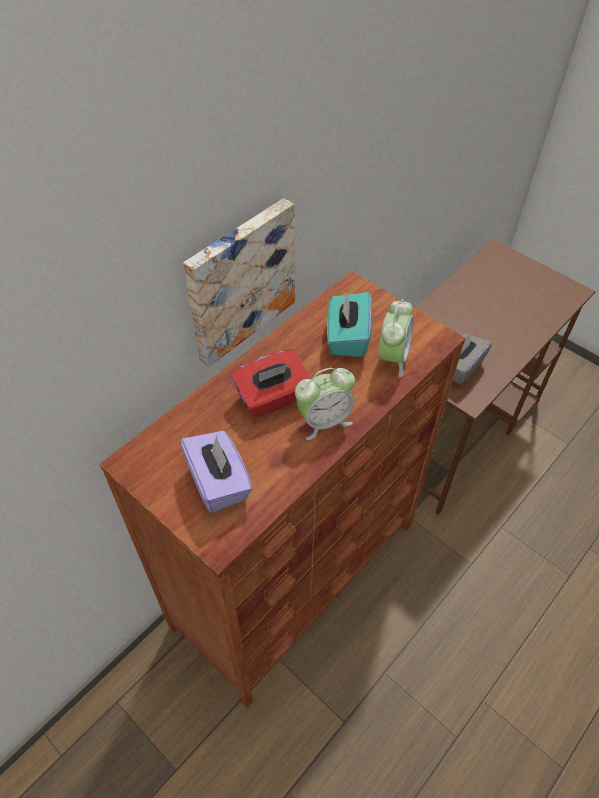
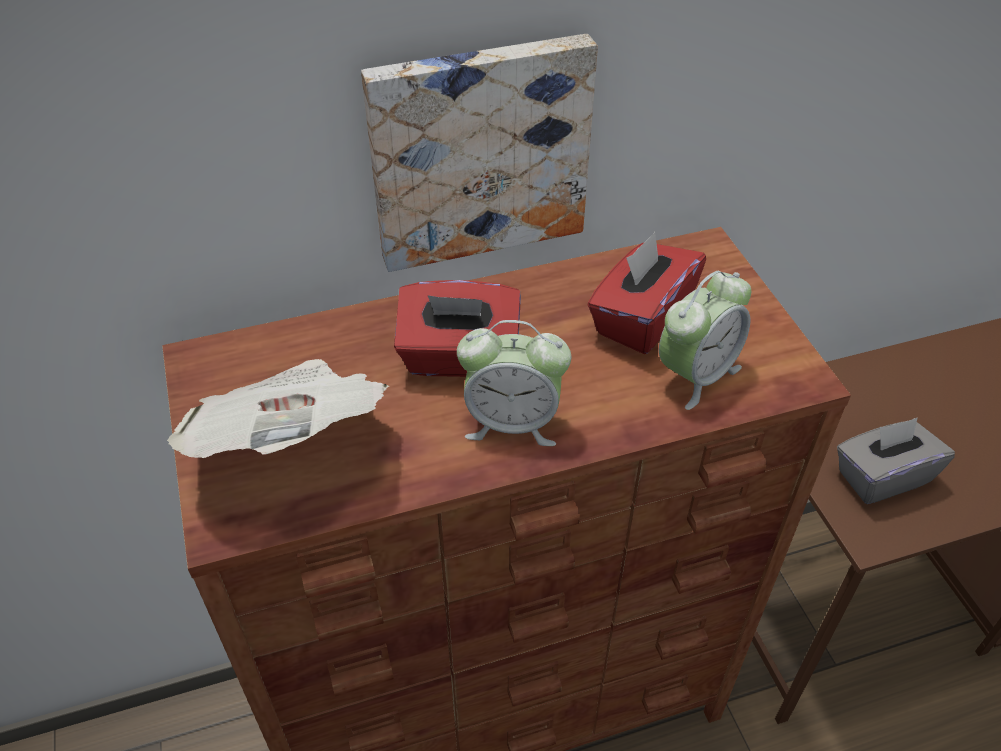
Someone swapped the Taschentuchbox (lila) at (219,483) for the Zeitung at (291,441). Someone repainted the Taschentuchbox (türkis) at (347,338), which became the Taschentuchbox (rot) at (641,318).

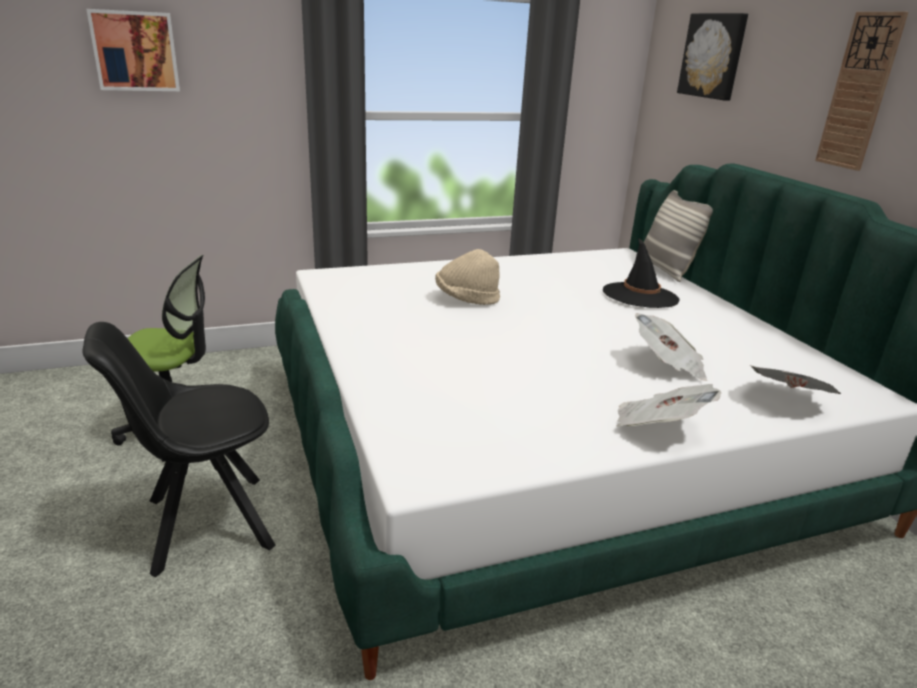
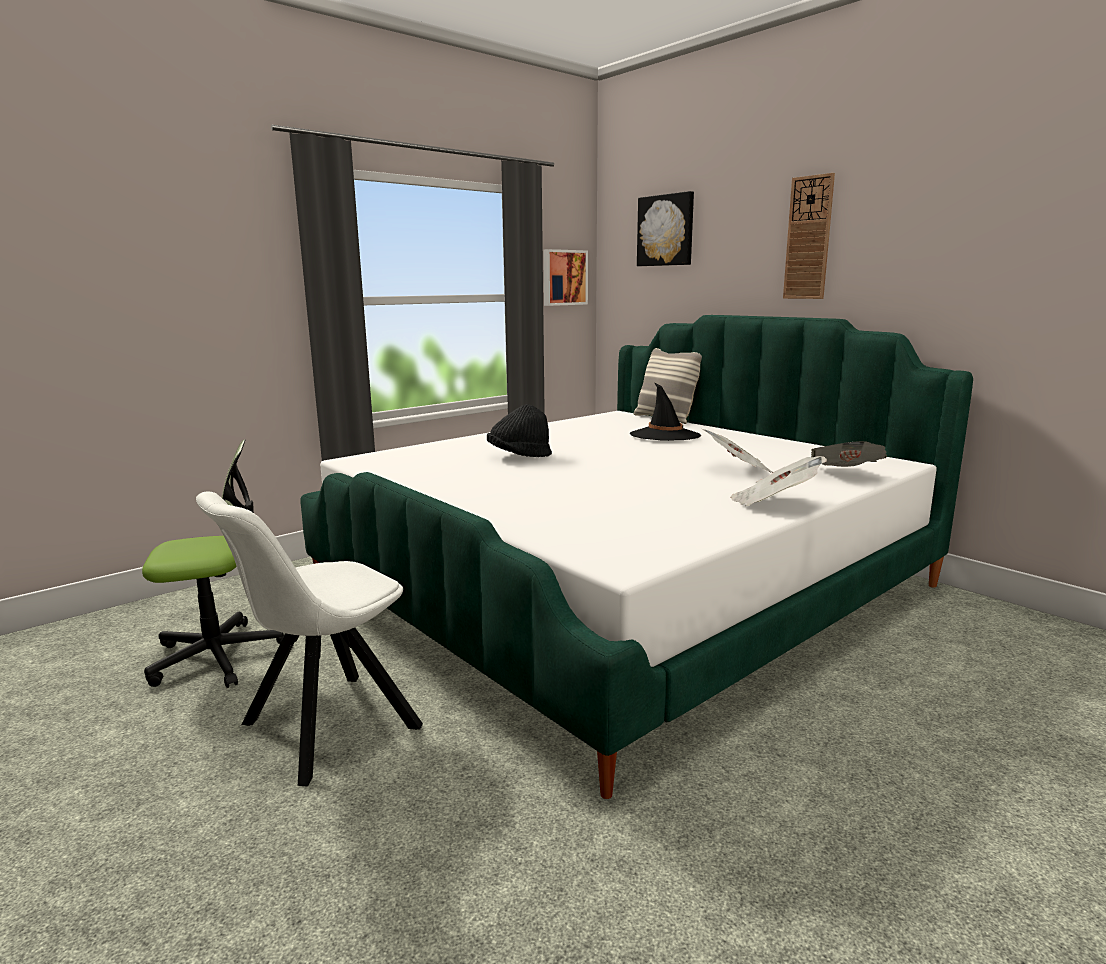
Someone repainted the Stuhl (schwarz) at (205,524), which became the Stuhl (weiß) at (326,727). Someone repainted the Hut (beige) at (466,299), which became the Hut (schwarz) at (519,457). Someone carried the Bild from (135,51) to (564,277).

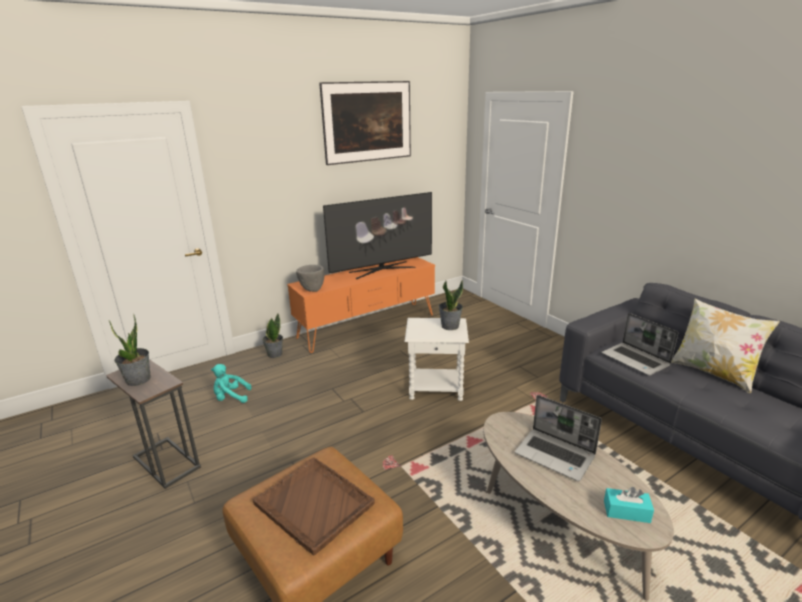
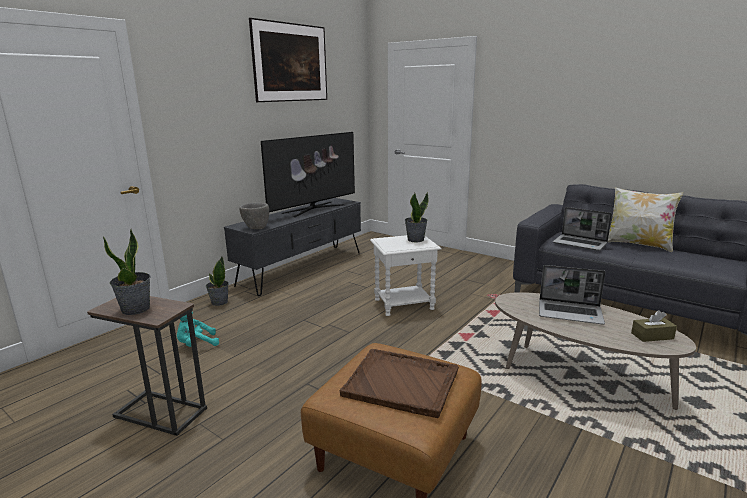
Someone repainted the Fernsehschrank (orange) at (368,326), which became the Fernsehschrank (grau) at (303,268). Someone repainted the Taschentuchbox (türkis) at (626,511), which became the Taschentuchbox (braun) at (652,336).

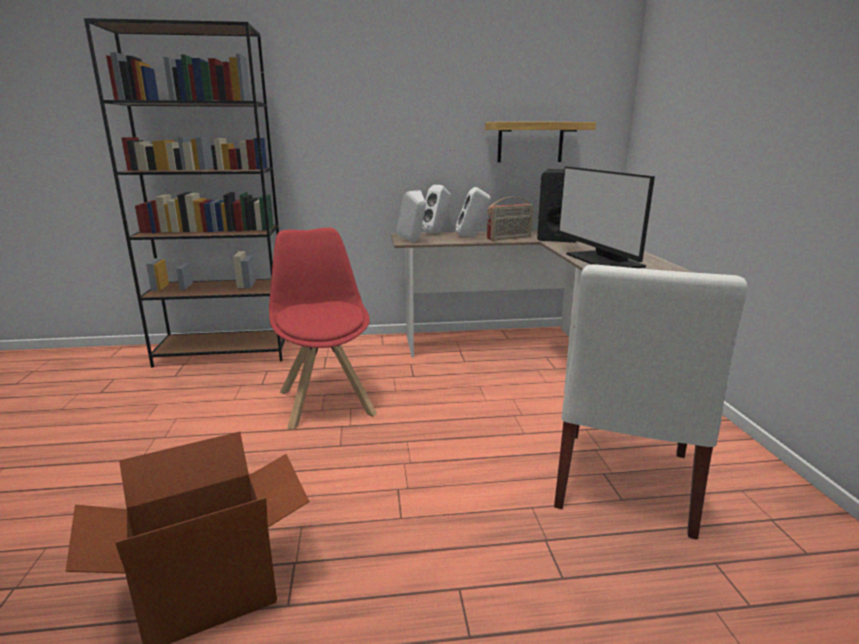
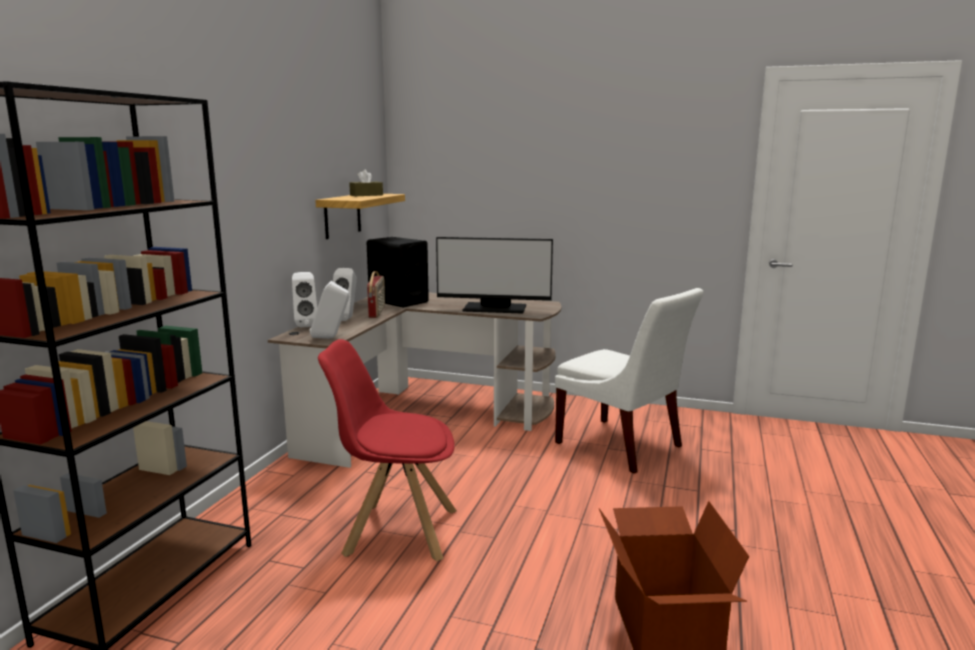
Someone put down the Taschentuchbox (braun) at (366,195).

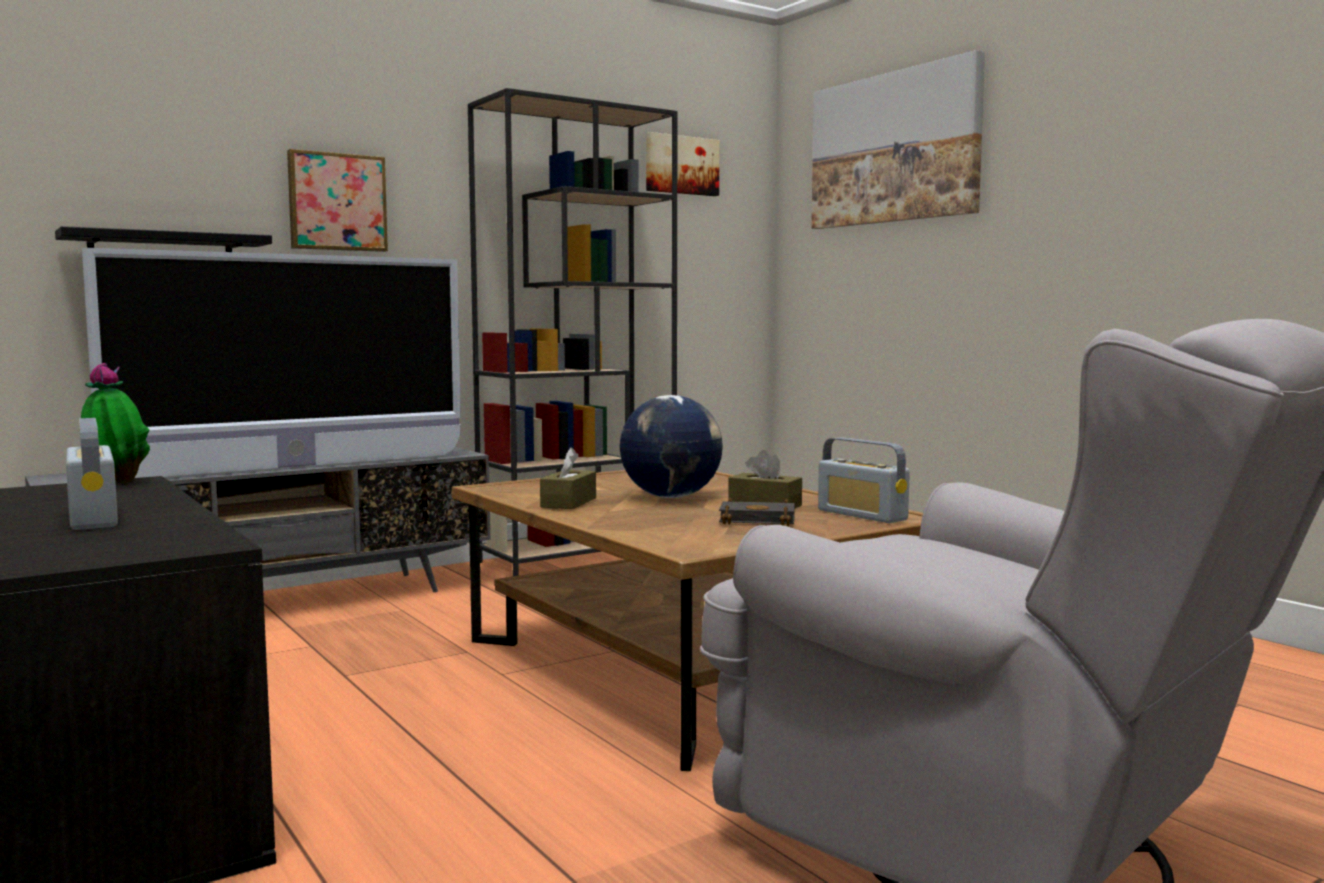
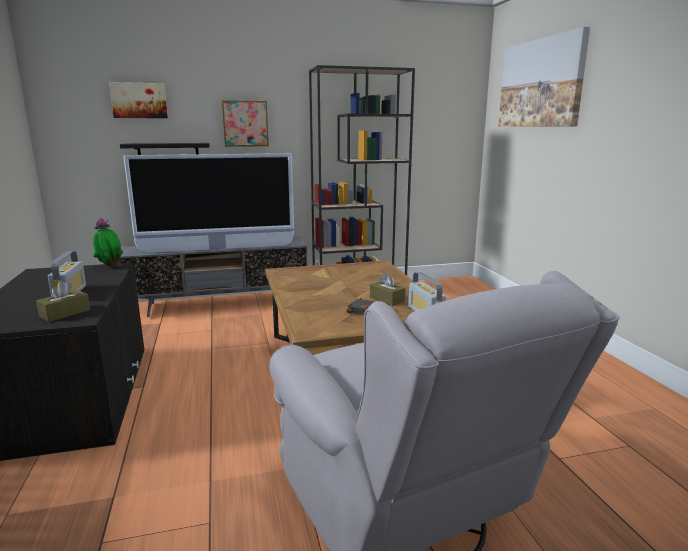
Someone carried the Taschentuchbox (braun) from (568,502) to (65,313). Someone carried the Bild from (681,165) to (139,100). Someone took away the Globus at (672,497).

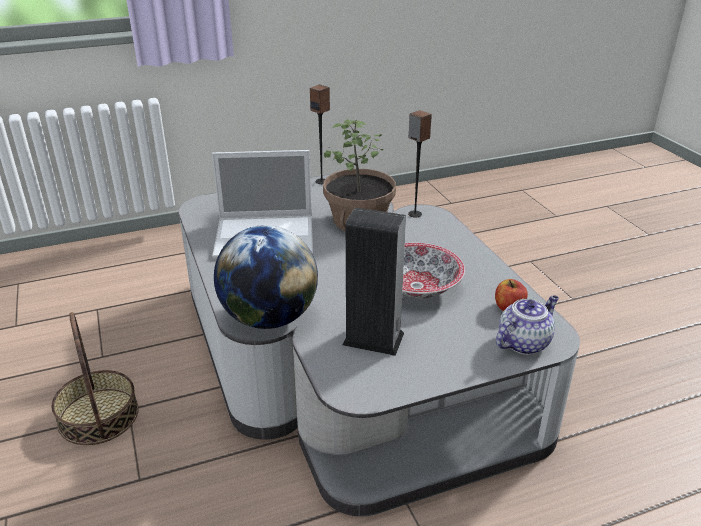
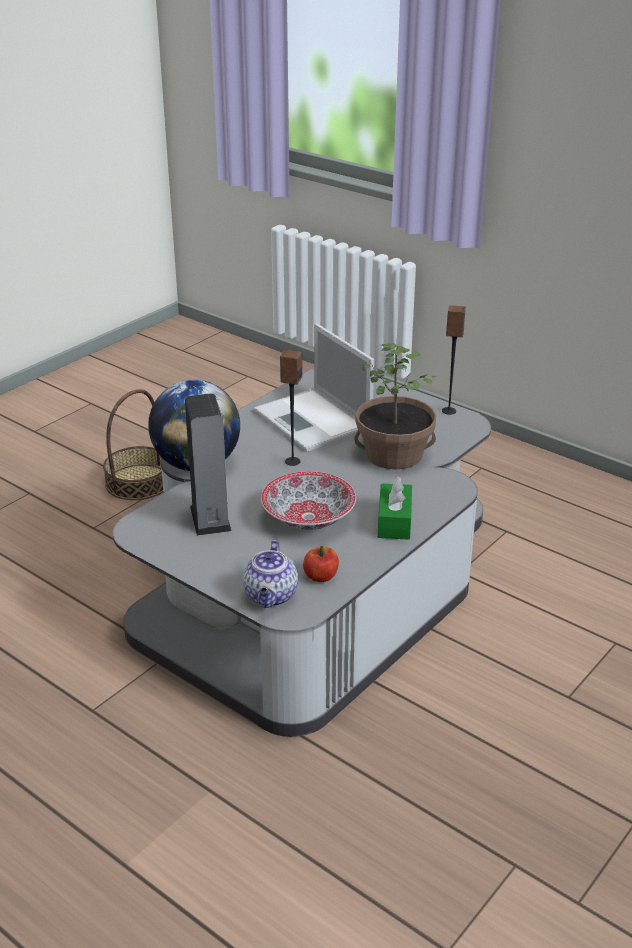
Someone rotated the Teekanne at (524,342) by 75 degrees clockwise. Someone carried the Lautsprecher from (414,214) to (292,461). Someone put down the Taschentuchbox (grün) at (394,521).

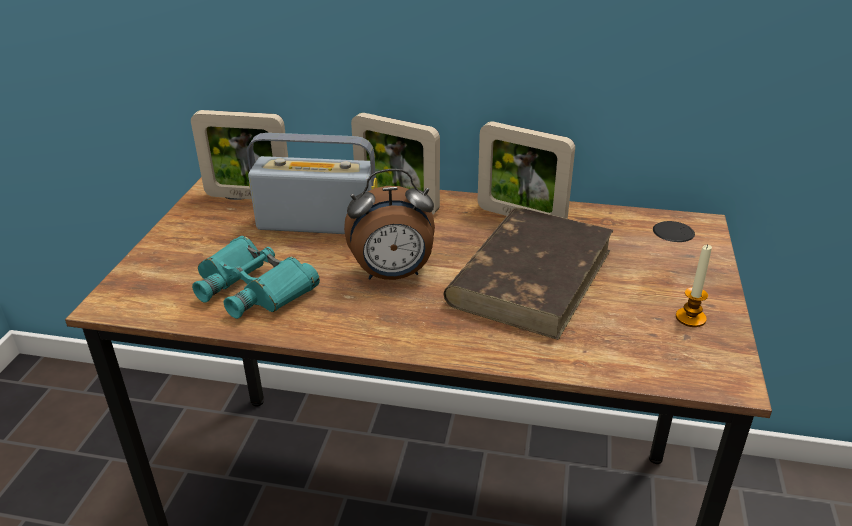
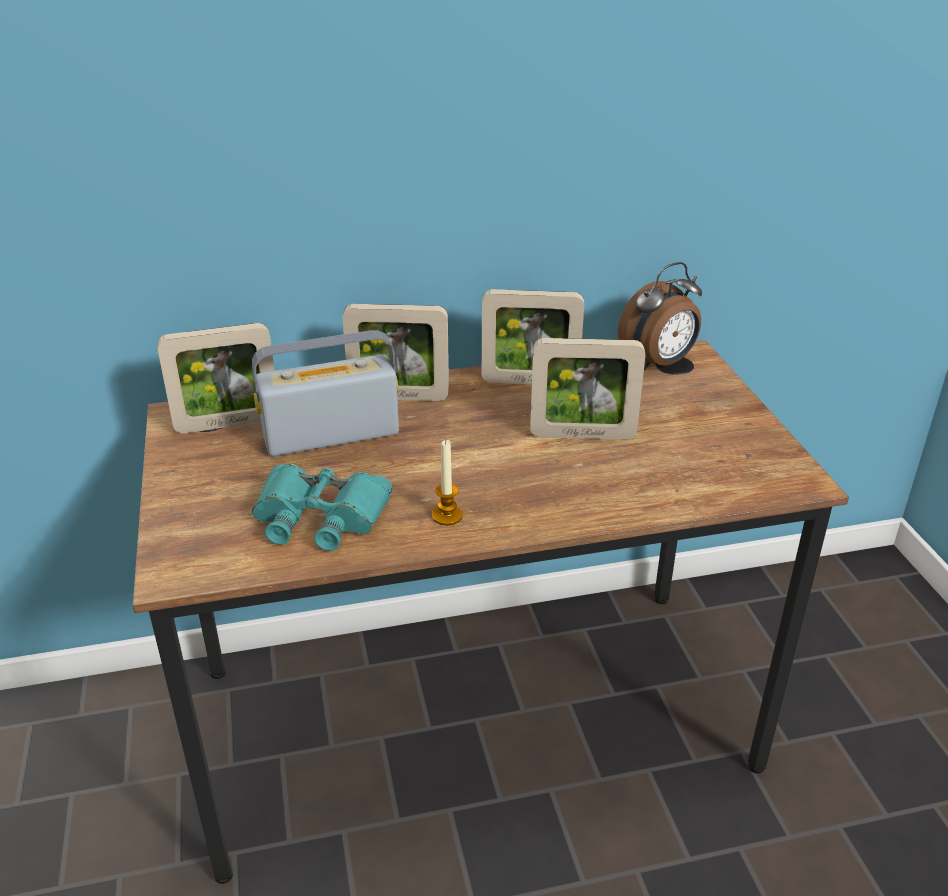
Someone carried the Kerze from (690,318) to (447,516). Someone swapped the Buch (braun) at (531,275) for the Bilderrahmen at (582,435). Someone carried the Wecker from (393,275) to (659,363).

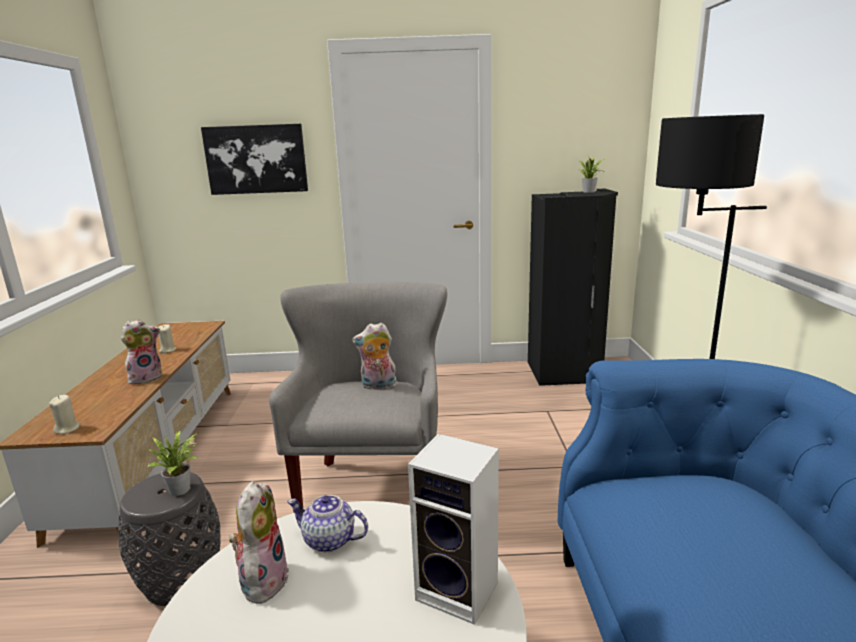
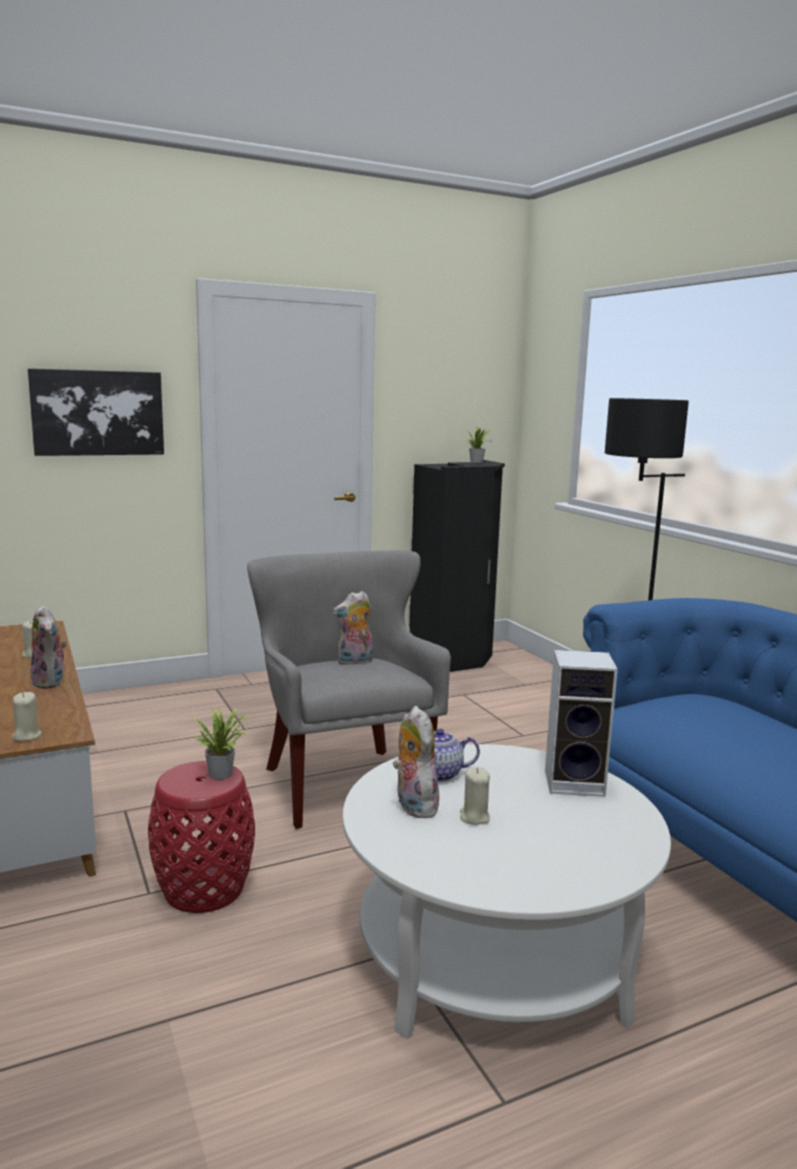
Someone rotated the Plüschtier at (146,377) by 120 degrees clockwise. Someone repainted the Hocker (grau) at (181,580), which became the Hocker (rot) at (204,890). Someone put down the Kerze (beige) at (474,817).

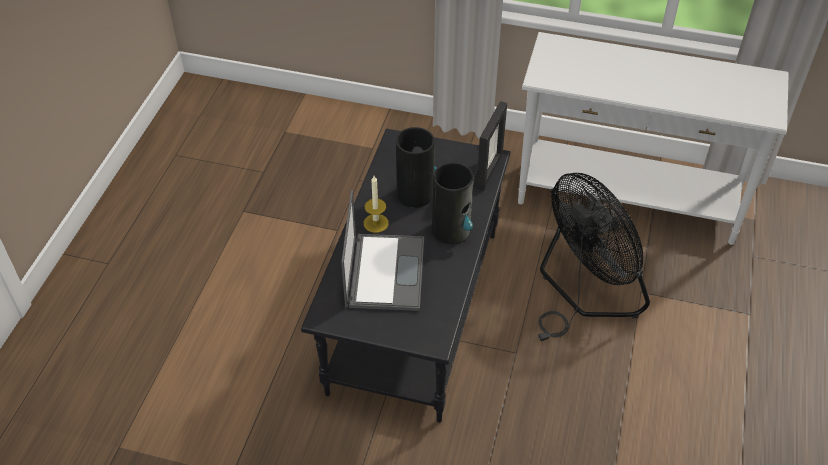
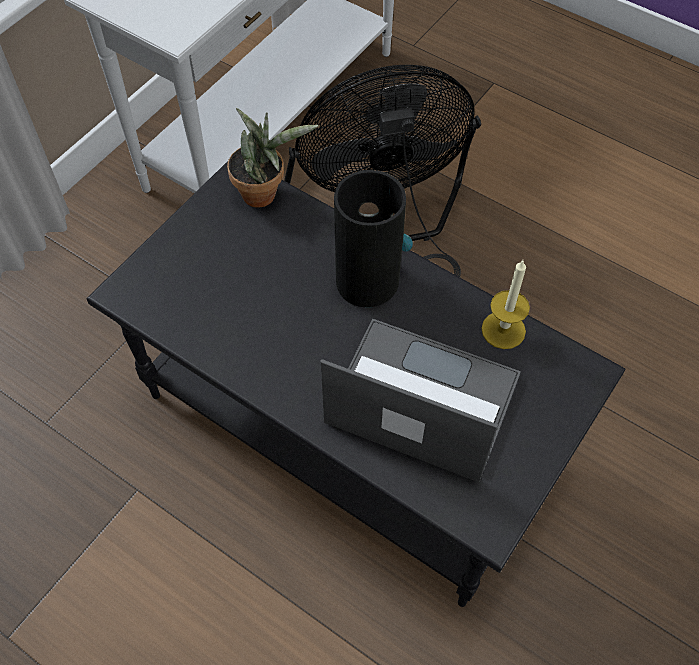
Someone swapped the Bilderrahmen at (488,170) for the Topfpflanze at (264,193). Someone carried the Kerze from (376,223) to (503,330). Someone took away the Vase at (415,194).

